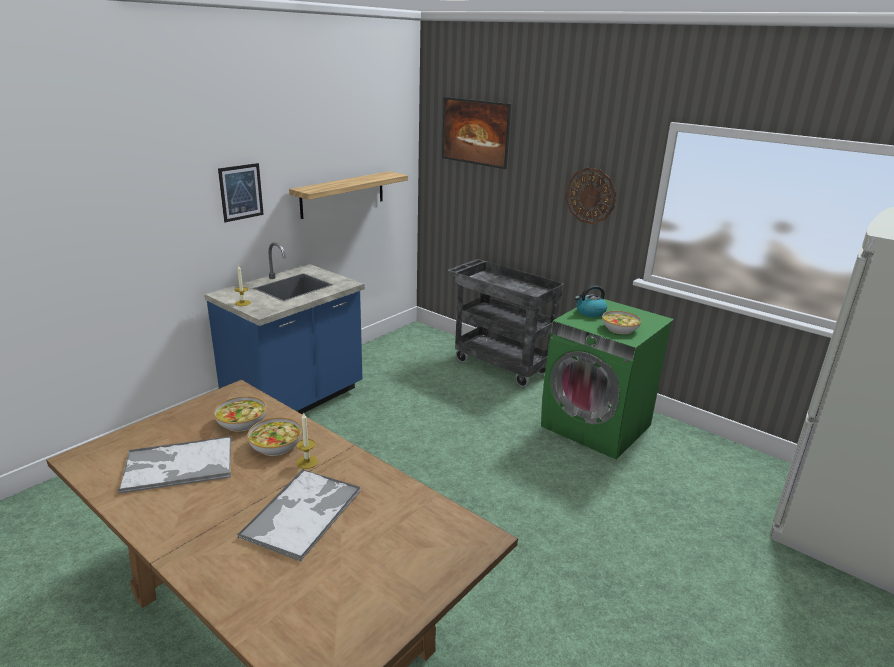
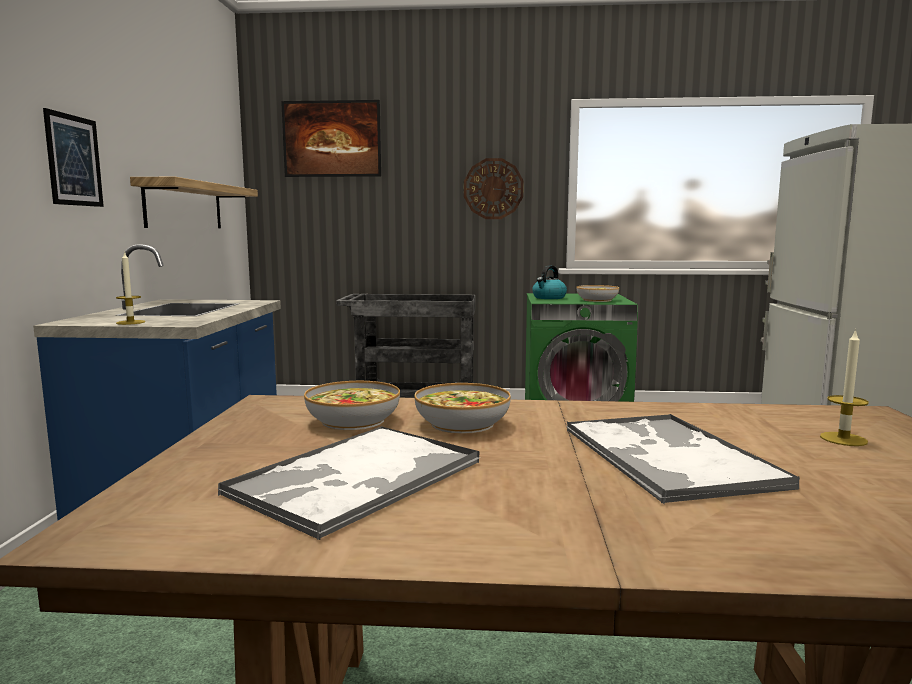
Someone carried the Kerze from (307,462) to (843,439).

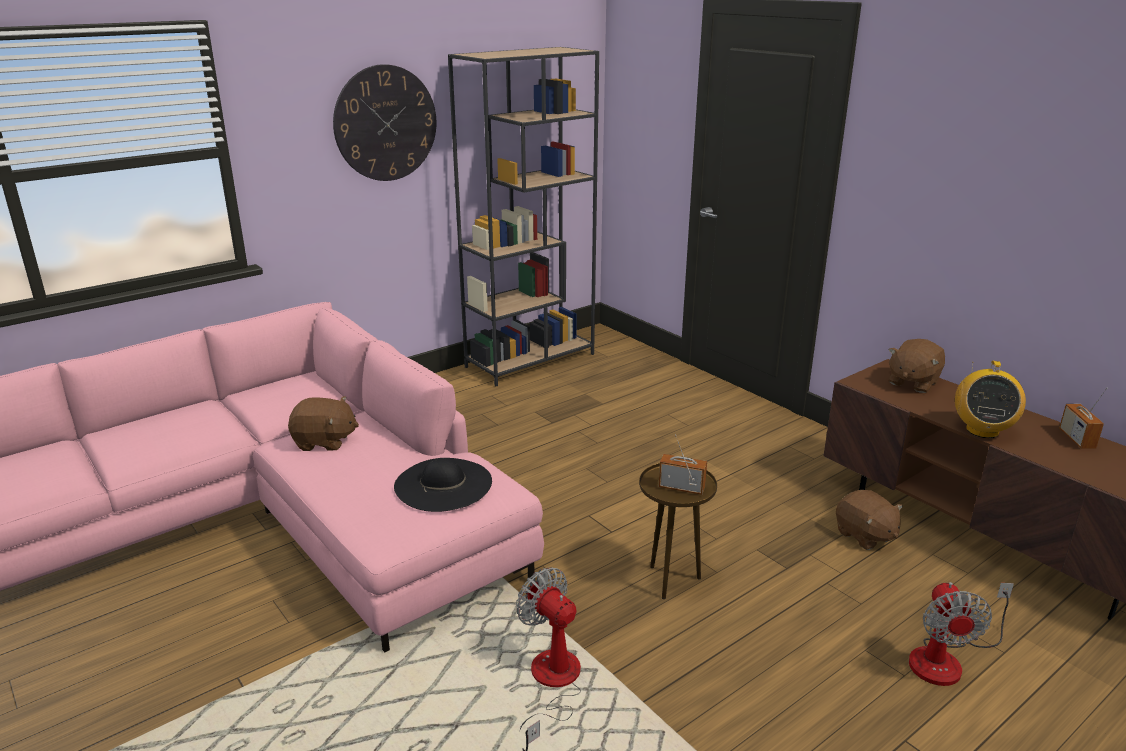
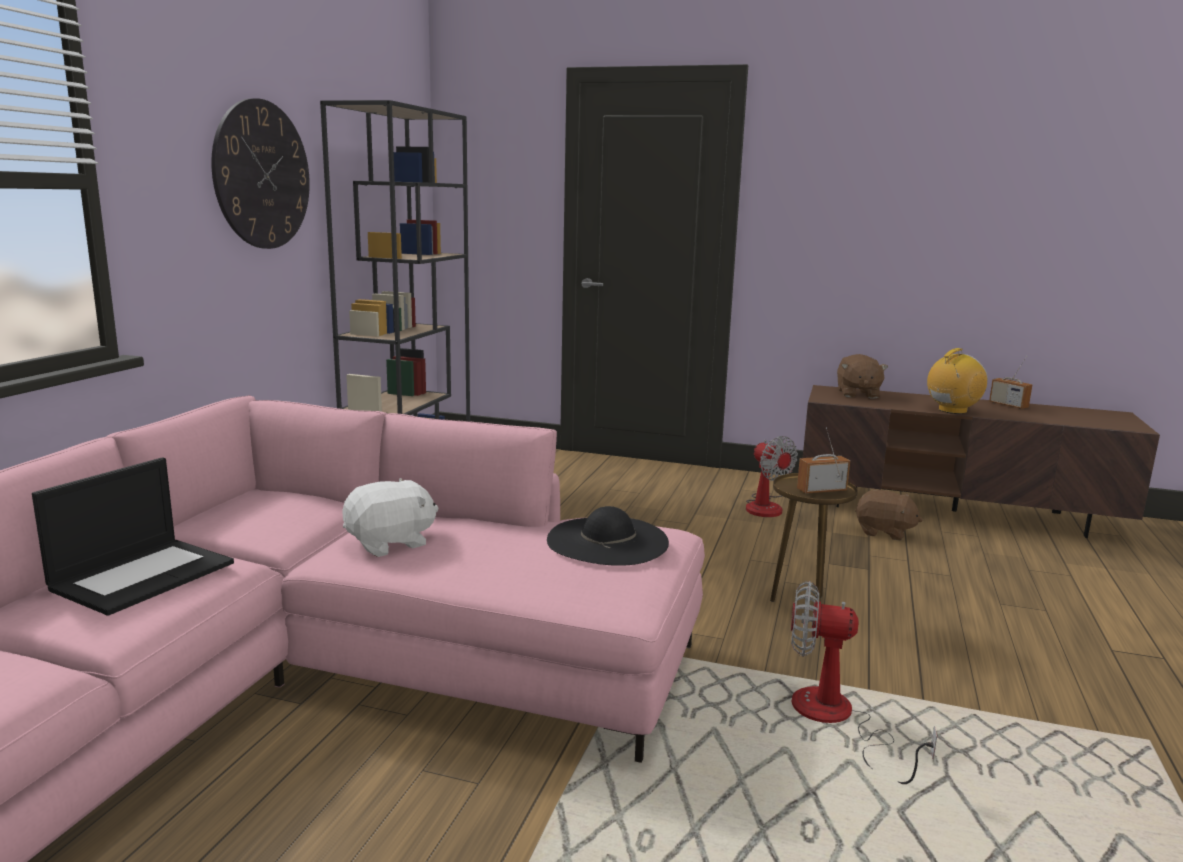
Someone put down the Laptop at (144,575). Someone repainted the Plüschtier (braun) at (324,442), which became the Plüschtier (weiß) at (390,544). Someone carried the Ventilator from (946,659) to (766,506). Someone rotated the Radio at (982,430) by 105 degrees counterclockwise.

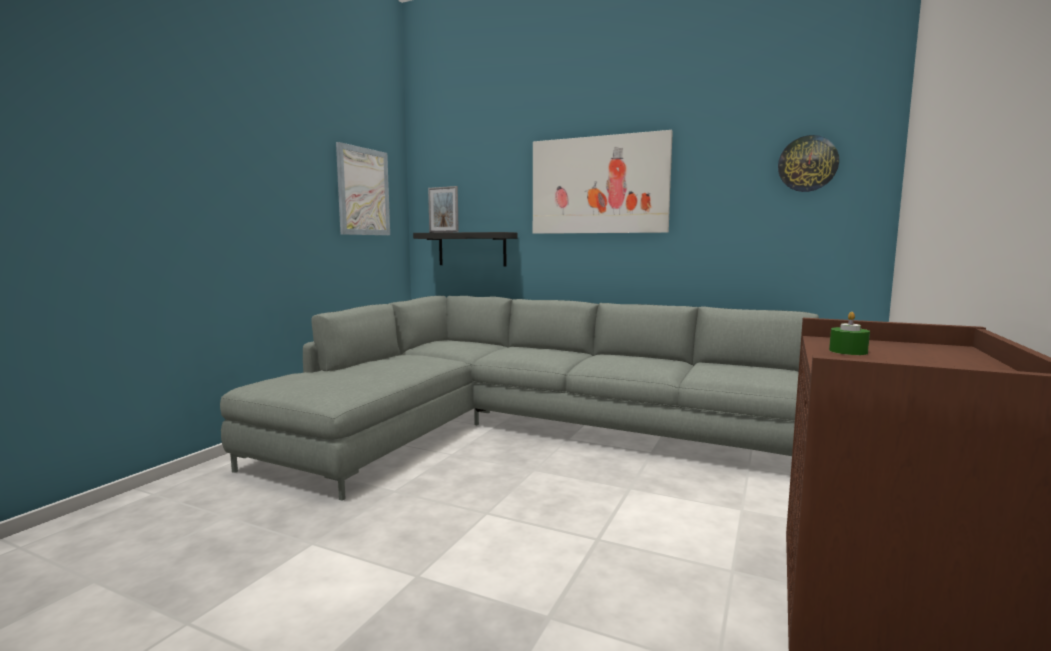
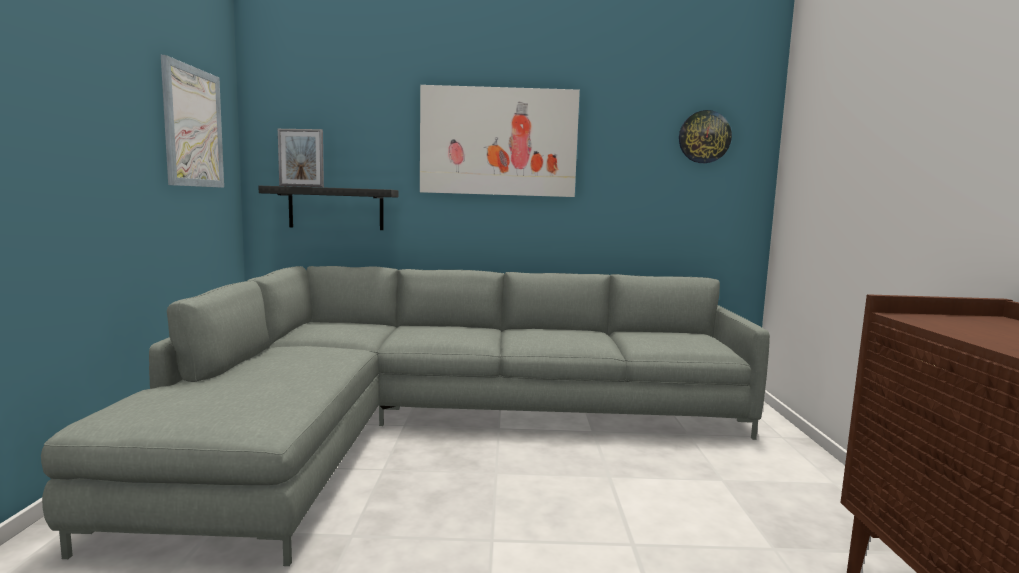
Someone took away the Kerze (grün) at (848,351).

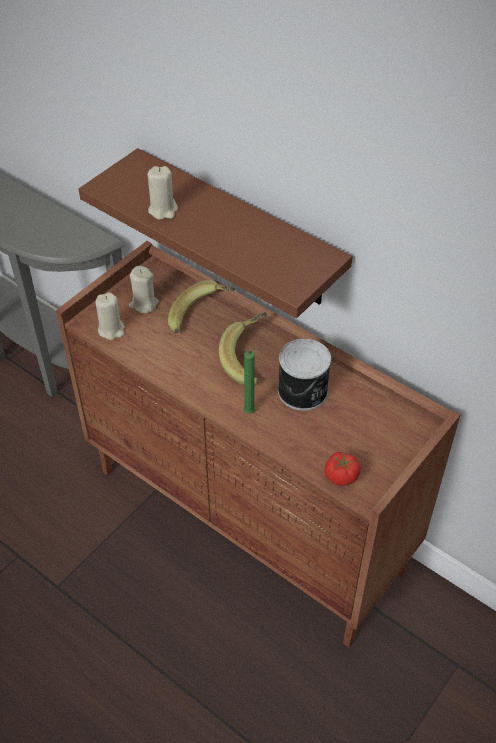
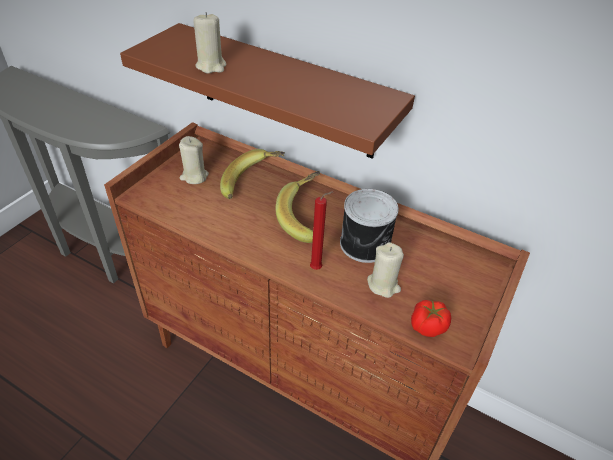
Someone repainted the Kerze (grün) at (251,412), which became the Kerze (rot) at (318,268). Someone carried the Kerze (beige) from (111,330) to (383,285).

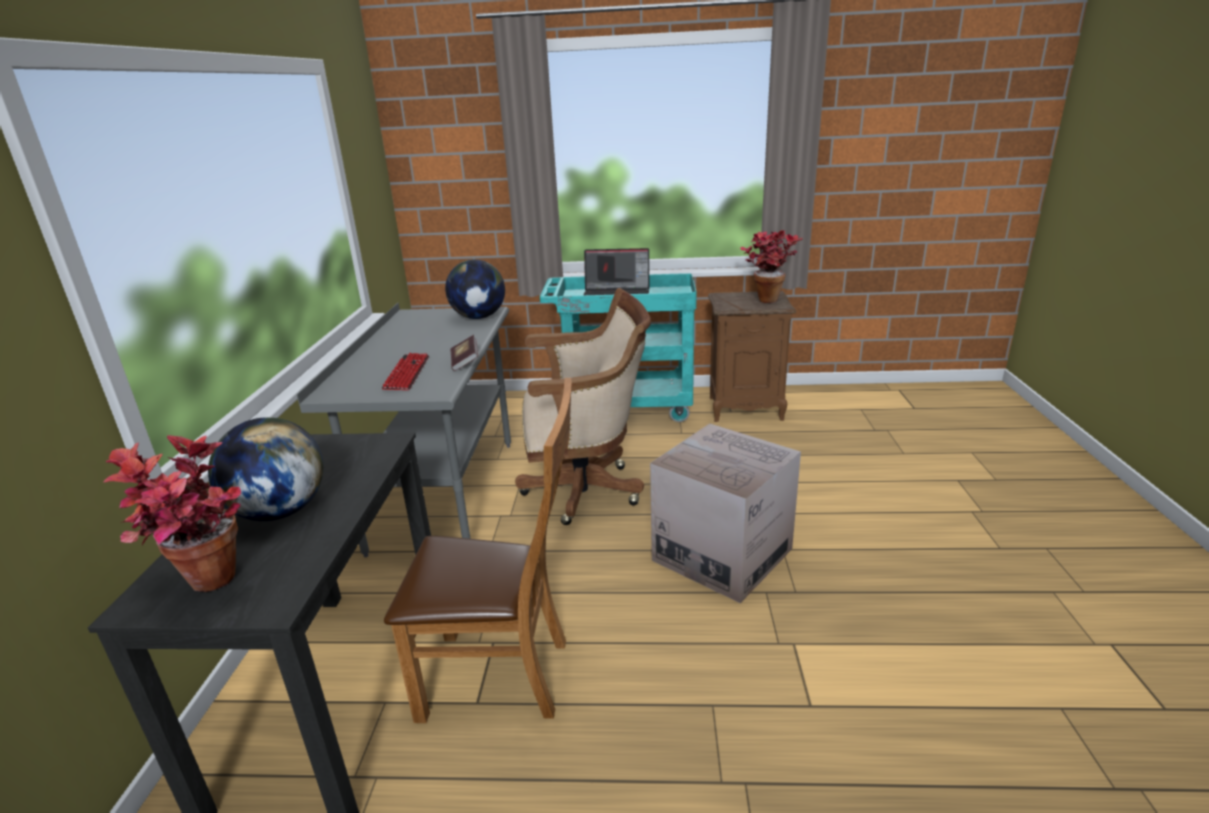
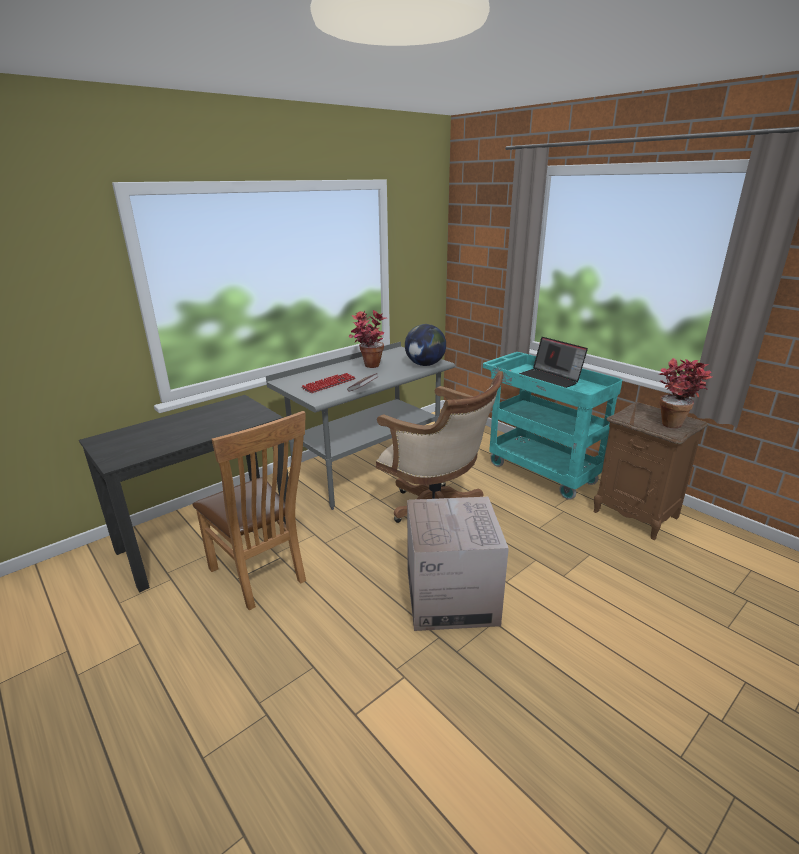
Someone carried the Topfpflanze from (208,590) to (368,367). Someone took away the Globus at (280,512).

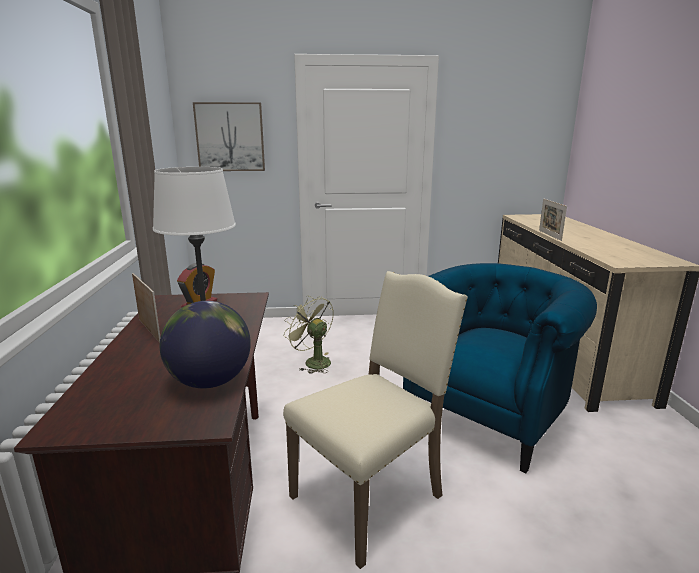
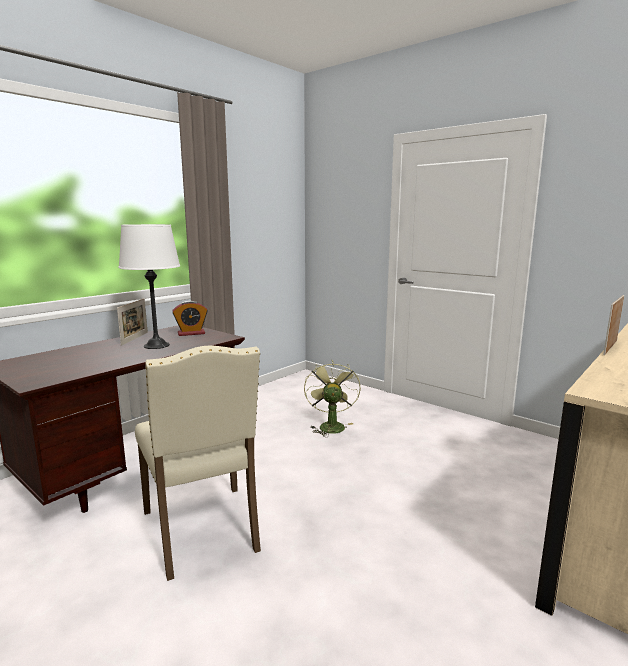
Someone rotated the Stuhl (beige) at (371,496) by 60 degrees clockwise. Someone took away the Globus at (210,381). Someone took away the Bild at (230,137). Someone took away the Sessel (blau) at (491,413).

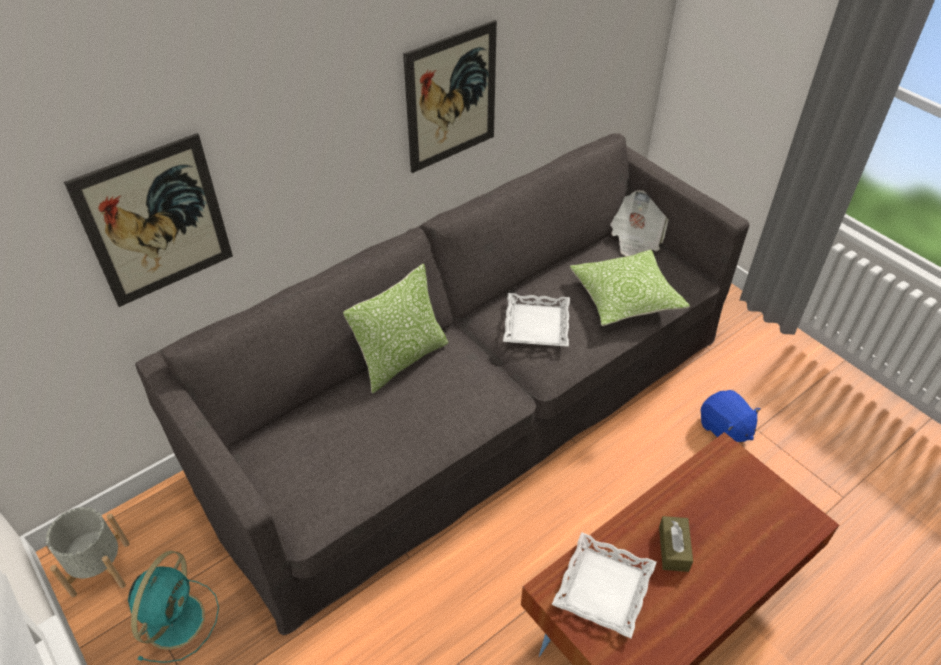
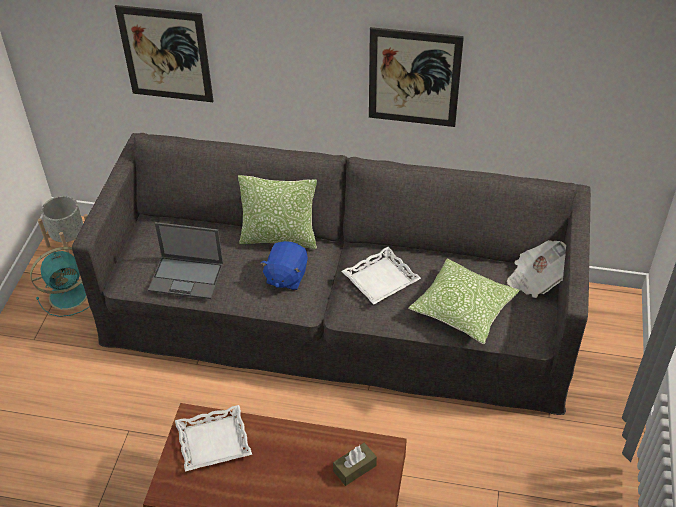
Someone put down the Laptop at (187,277). Someone carried the Plüschtier (blau) from (724,429) to (286,277). Someone carried the Taschentuchbox (braun) from (673,549) to (354,468).

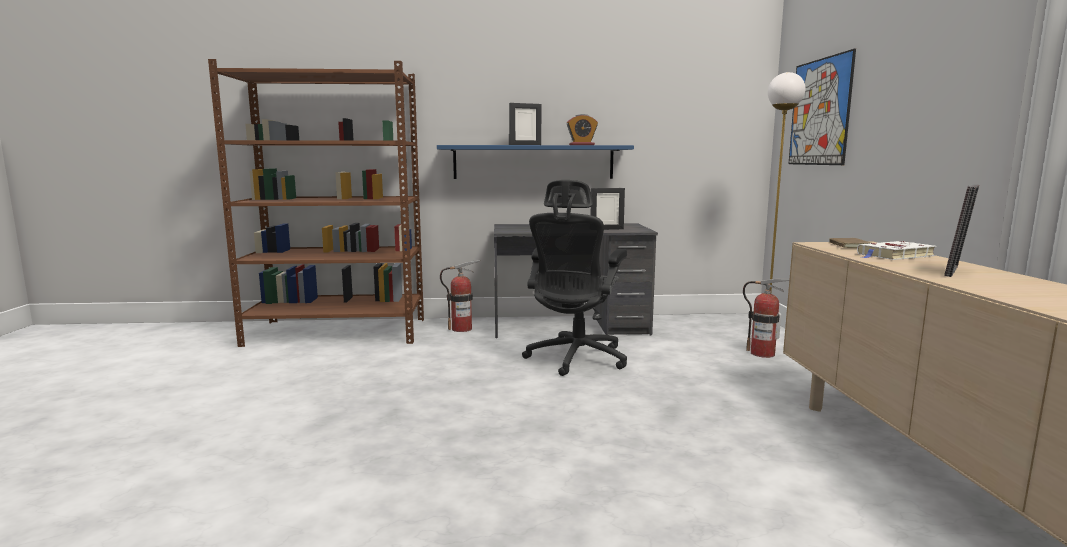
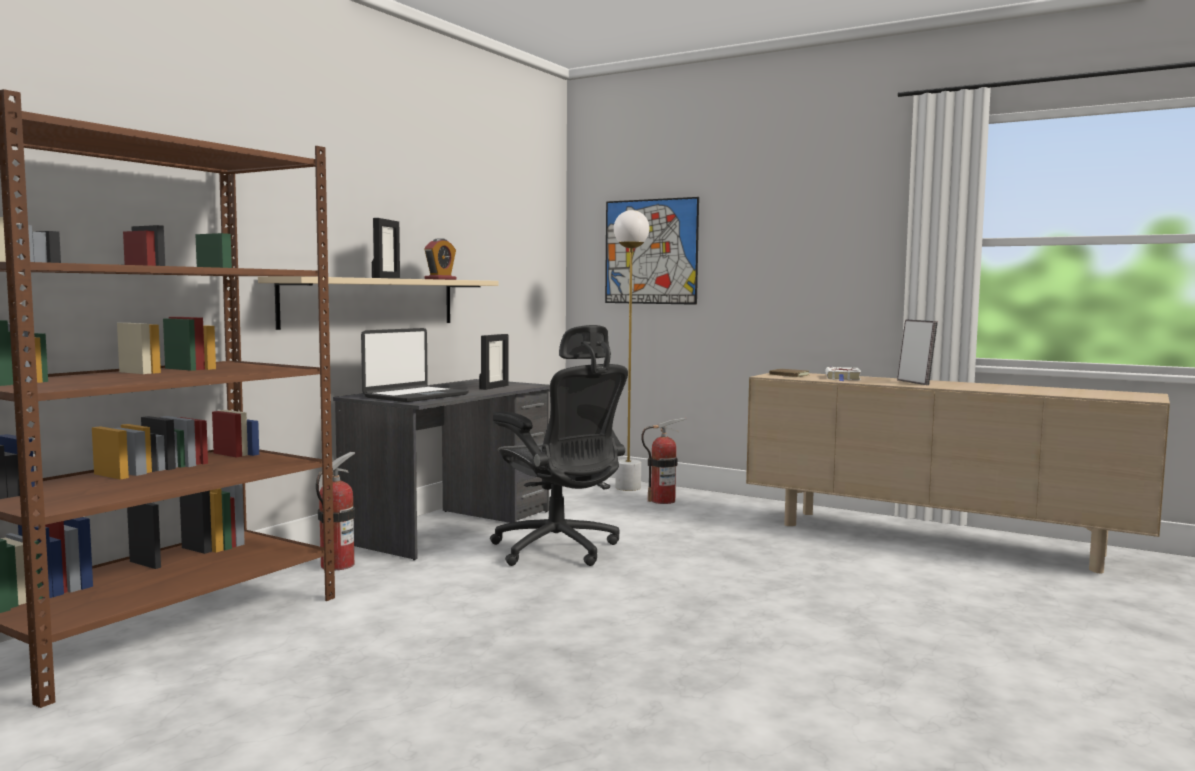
Someone repainted the Wandregal (blau) at (533,162), which became the Wandregal (beige) at (371,302). Someone put down the Laptop at (415,396).

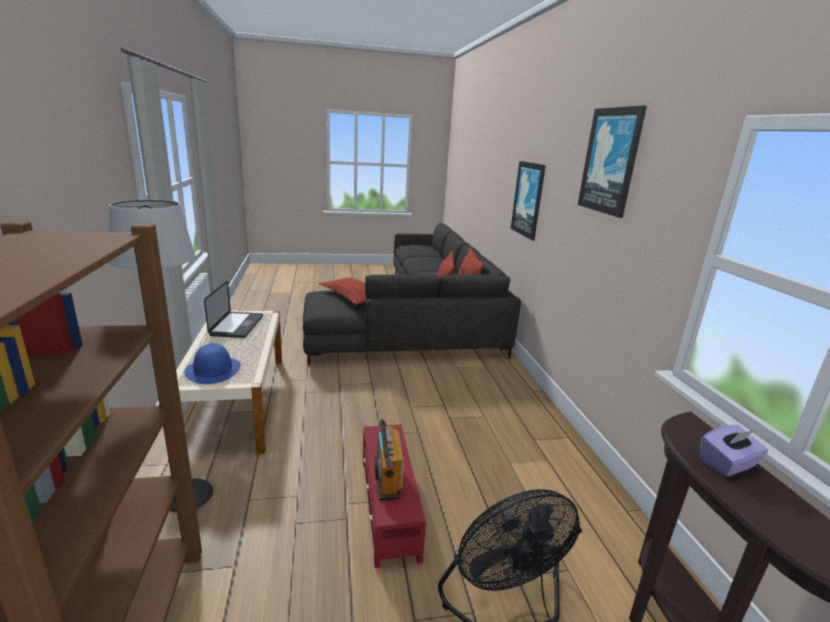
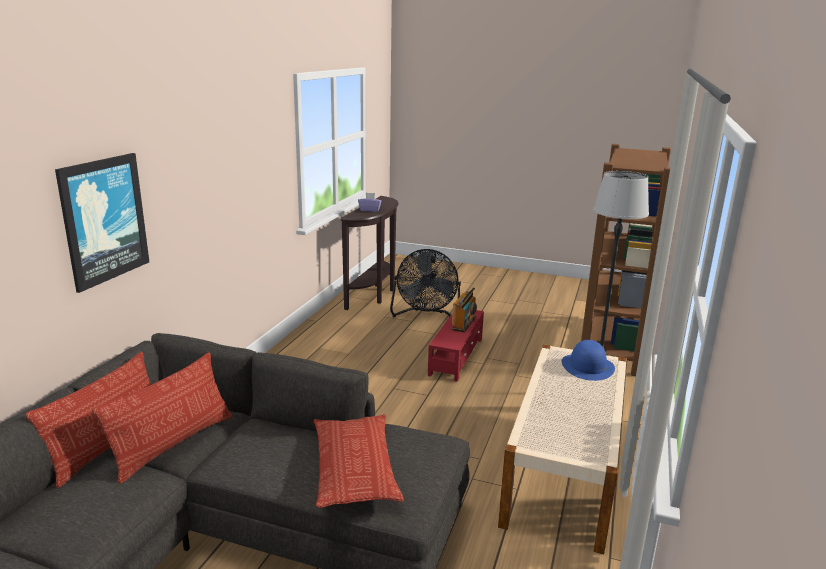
Someone took away the Laptop at (237,325). Someone took away the Bild at (610,161).

